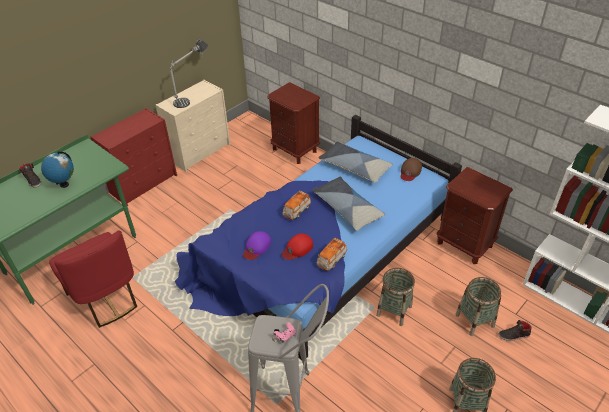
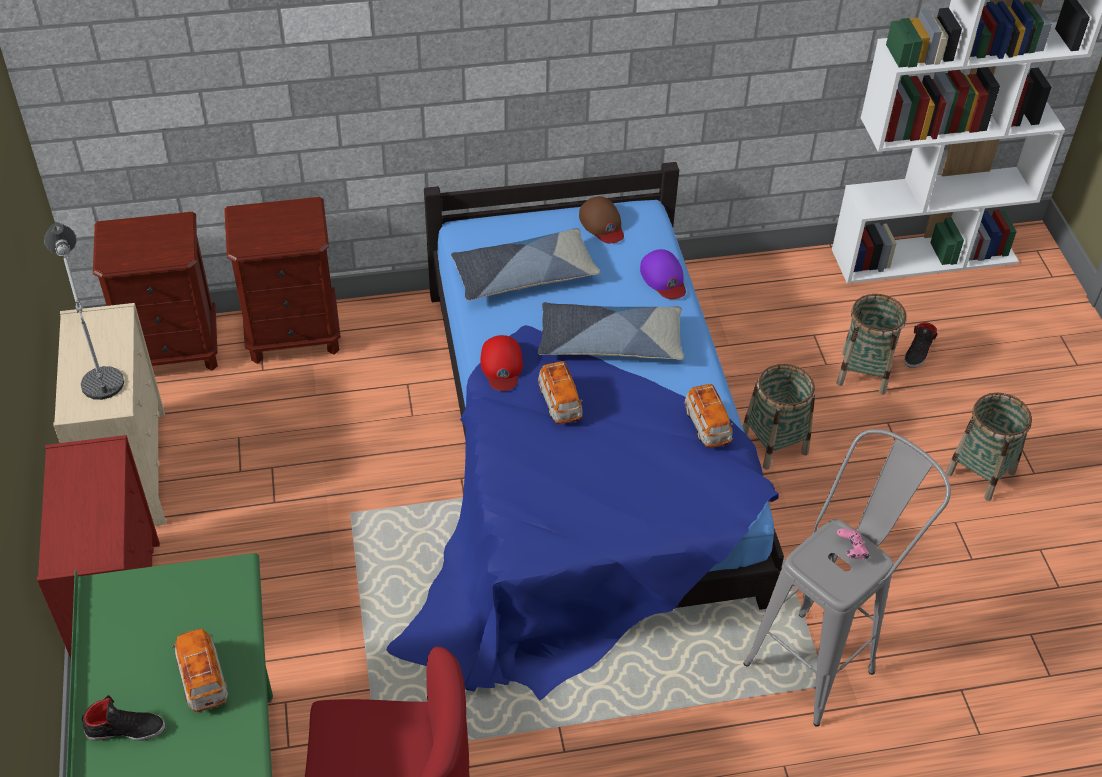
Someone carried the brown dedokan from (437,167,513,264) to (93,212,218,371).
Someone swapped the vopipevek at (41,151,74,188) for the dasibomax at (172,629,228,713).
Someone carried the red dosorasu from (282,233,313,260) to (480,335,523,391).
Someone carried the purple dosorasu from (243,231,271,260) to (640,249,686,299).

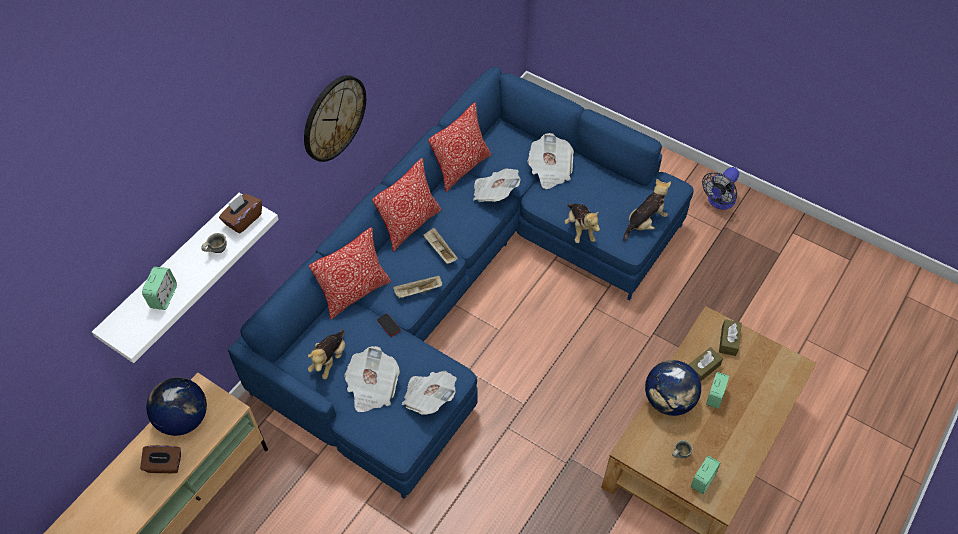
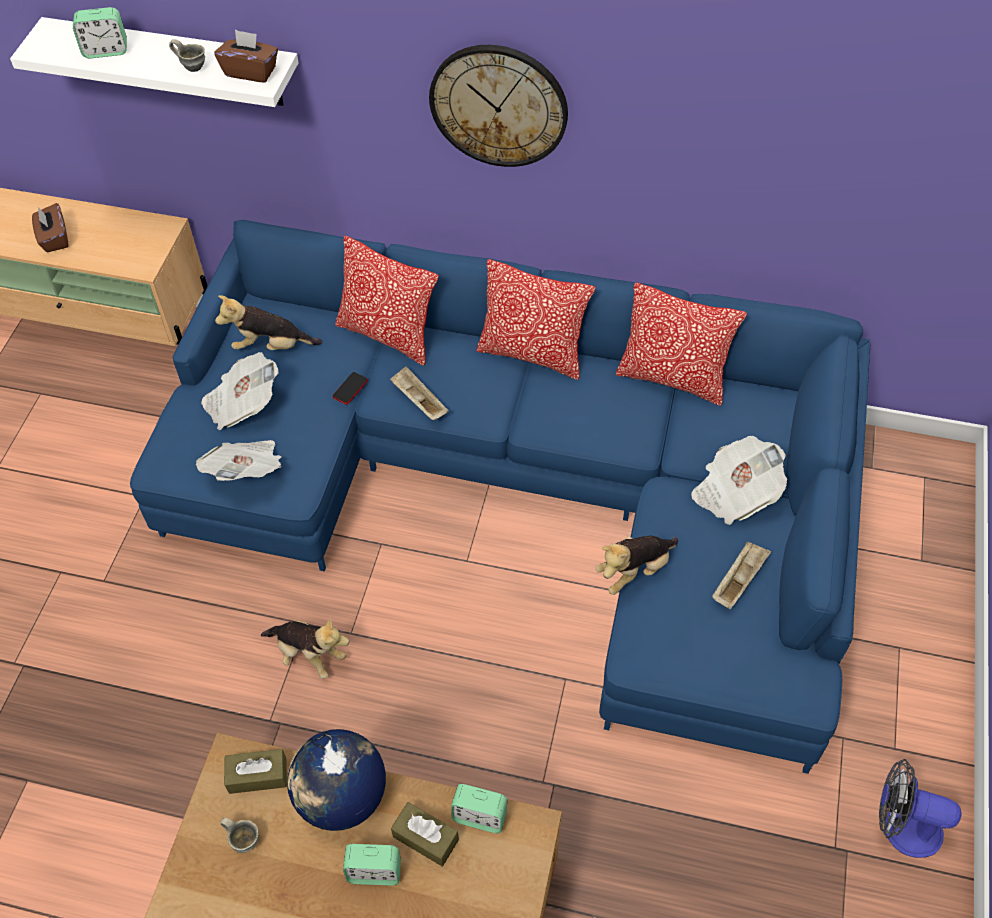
Someone carried the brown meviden from (719,319,742,356) to (224,749,287,794).
Someone carried the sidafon from (623,179,671,242) to (261,617,349,679).
Someone carried the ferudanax from (691,456,720,494) to (451,784,507,833).
Someone carried the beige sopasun from (423,228,458,264) to (712,541,771,609).
Someone took away the vopipevek at (146,377,207,436).
Someone took away the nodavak at (473,168,521,202).

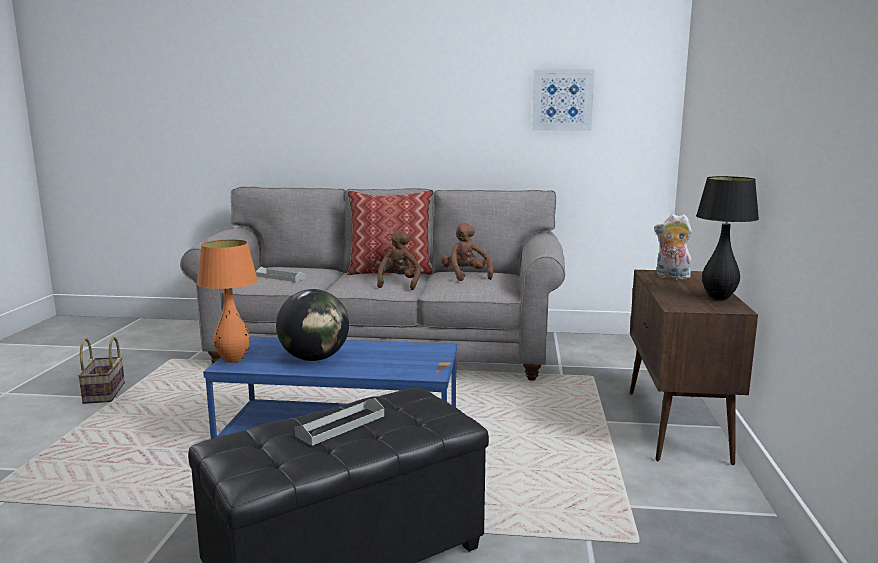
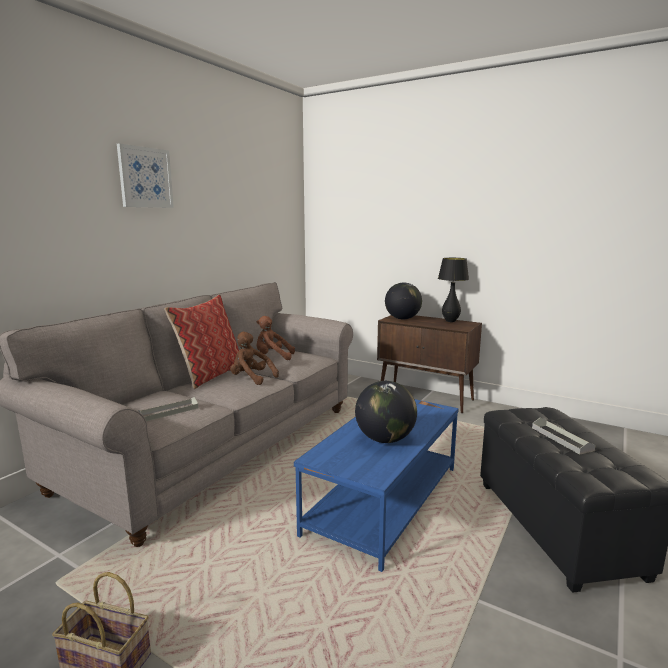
Someone carried the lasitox from (532,69,594,130) to (117,143,174,208).
Someone swapped the sidafon at (654,214,692,279) for the vopipevek at (385,283,422,320).
Someone took away the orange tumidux at (197,239,258,363).

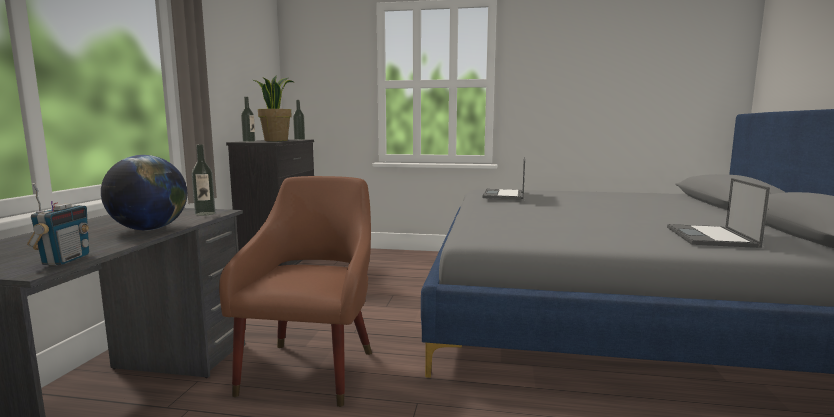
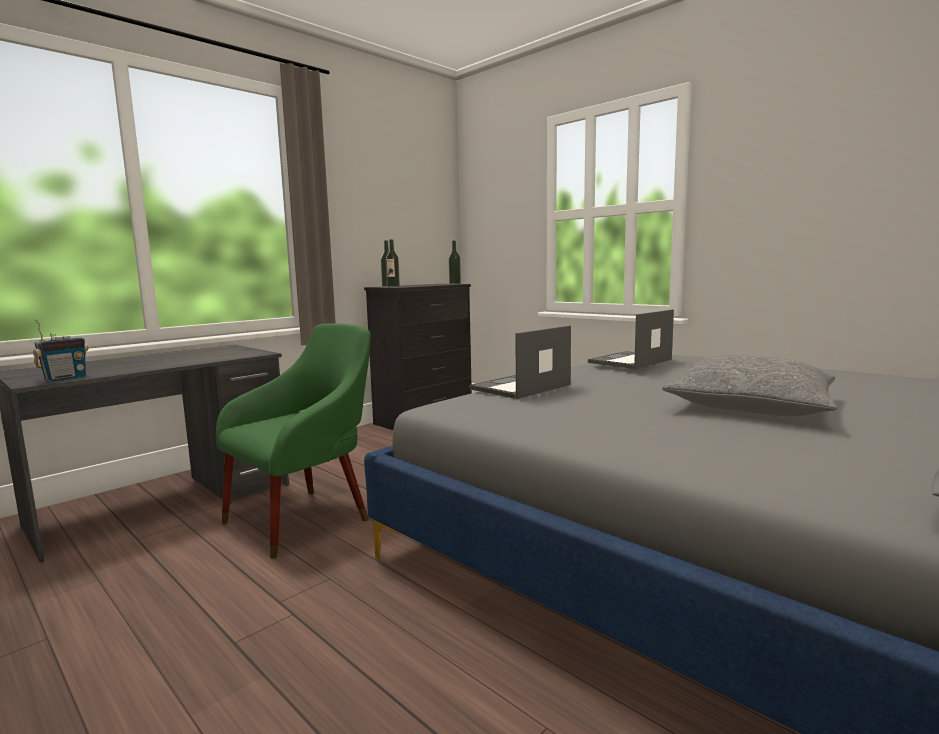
Someone repainted the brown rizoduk at (219,176,372,407), which became the green rizoduk at (216,323,371,559).
Someone carried the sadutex from (192,144,215,216) to (386,239,400,287).
Someone carried the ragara from (667,178,770,248) to (469,325,571,399).
Someone put down the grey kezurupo at (662,355,837,416).
Someone took away the vopipevek at (101,155,187,231).
Someone took away the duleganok at (254,75,294,141).

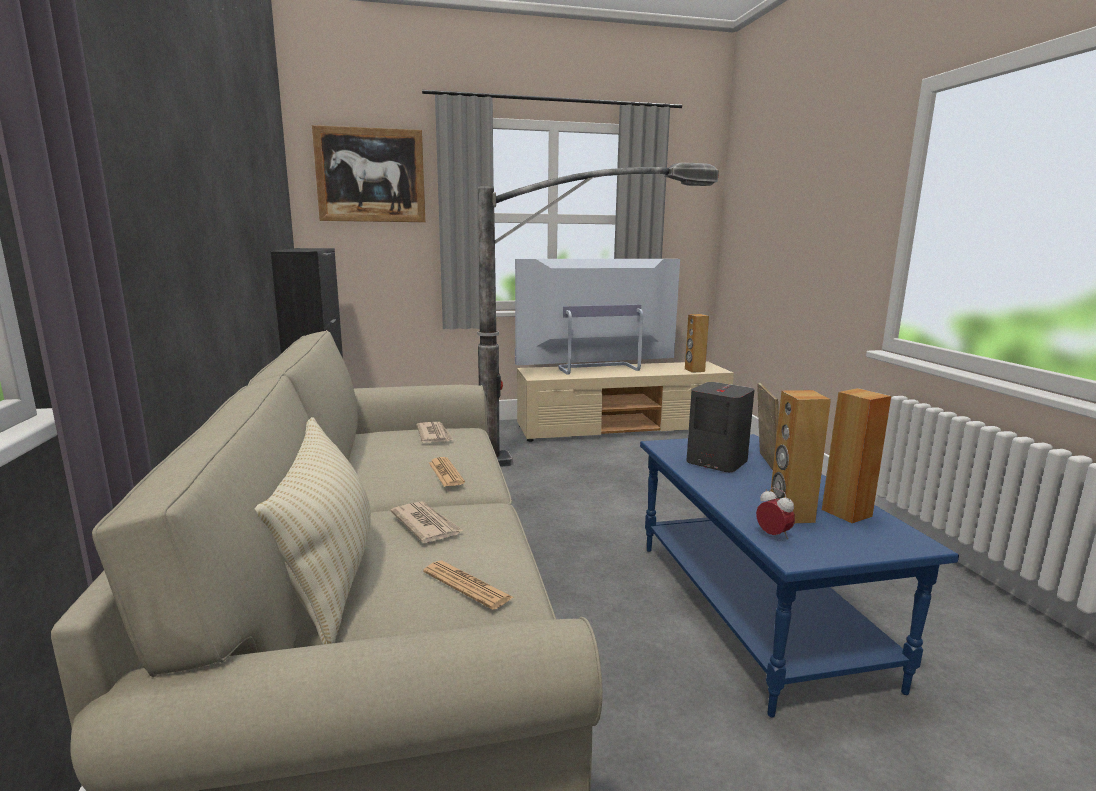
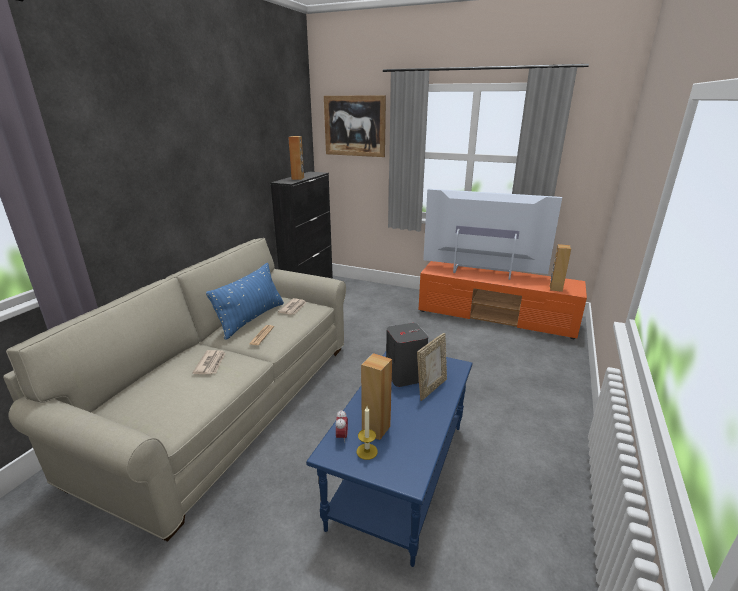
Someone put down the blue kezurupo at (206,263,284,340).
Someone carried the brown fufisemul from (822,388,891,523) to (288,136,304,180).
Someone put down the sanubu at (357,407,378,460).
Someone repainted the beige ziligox at (517,361,734,442), which became the orange ziligox at (419,261,587,339).
Someone took away the beige kezurupo at (255,417,371,645).
Someone took away the nodavak at (423,561,514,610).
Someone took away the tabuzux at (477,163,719,467).

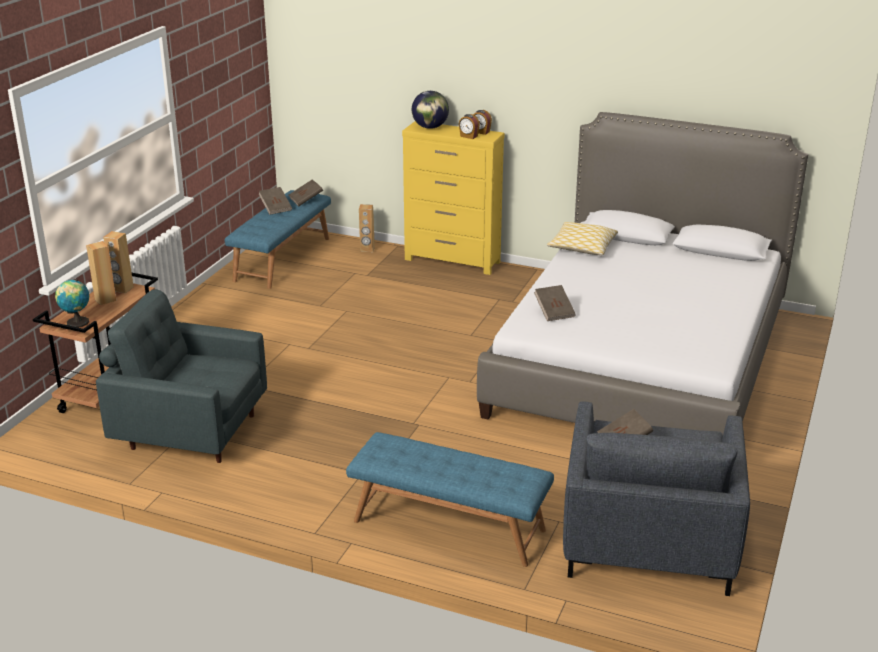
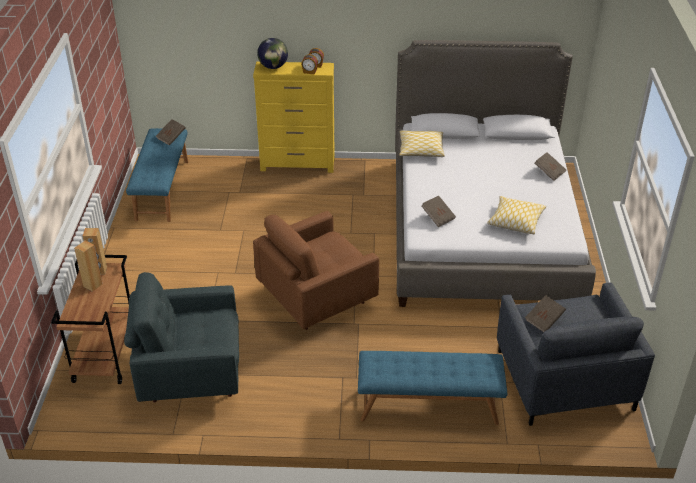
Someone put down the brown rizoduk at (253,211,379,330).
Someone put down the kezurupo at (487,196,546,234).
Someone carried the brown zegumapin from (259,187,292,215) to (535,152,566,181).
Someone took away the vopipevek at (55,279,89,327).
Someone took away the brown fufisemul at (359,204,375,252).

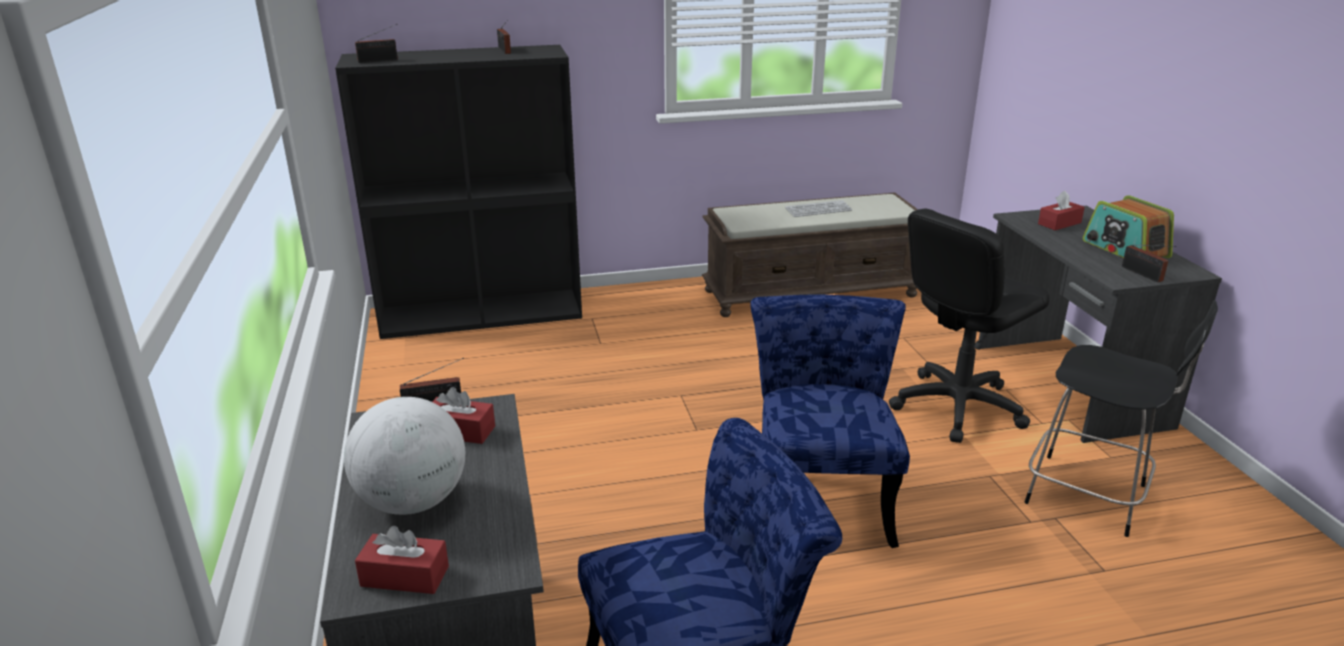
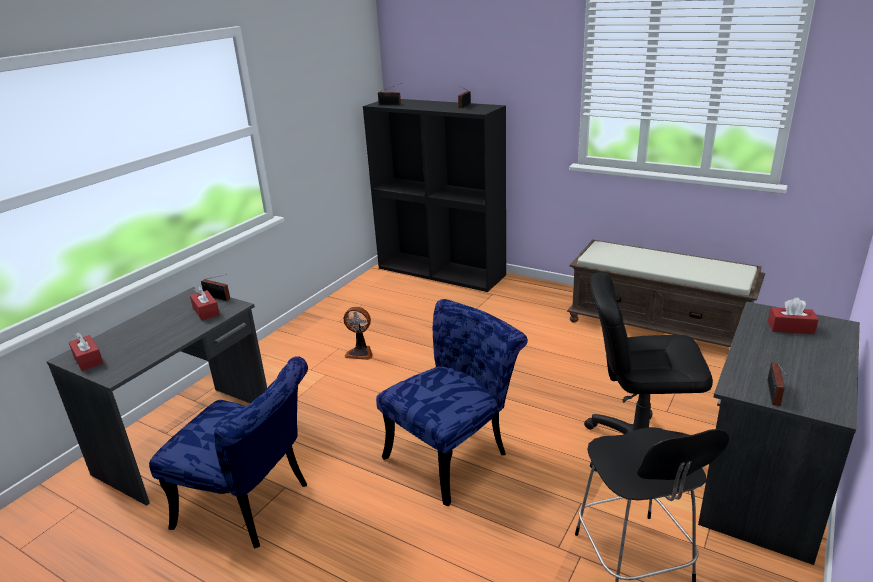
Someone put down the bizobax at (343,307,372,360).
Someone took away the vopipevek at (344,397,465,515).
Someone took away the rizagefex at (785,200,852,217).
Someone took away the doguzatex at (1083,195,1174,258).

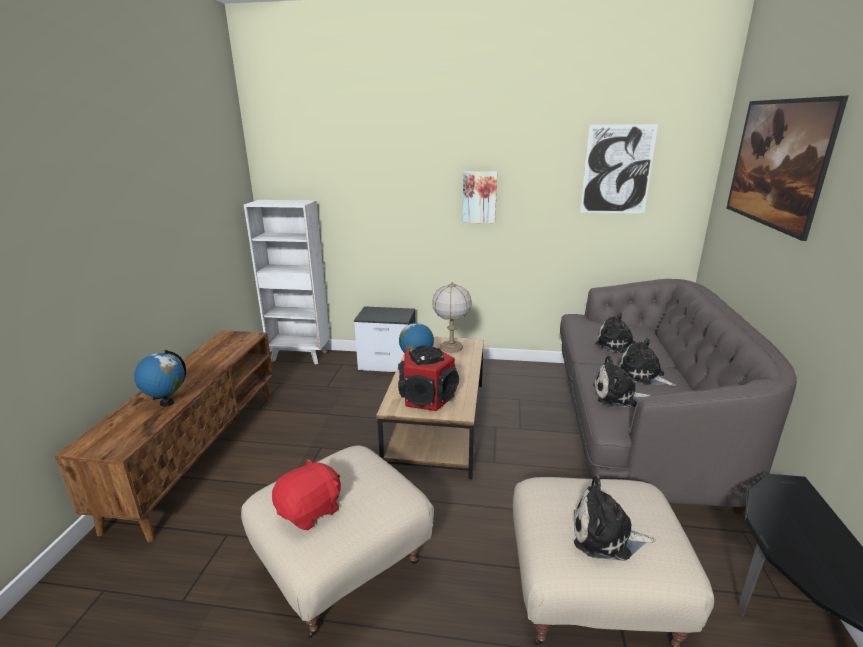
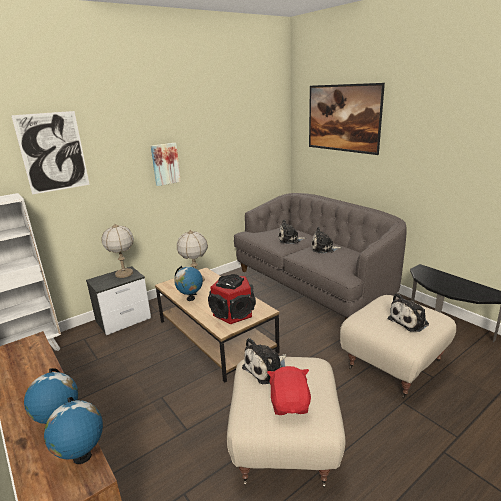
Someone carried the lasitox from (580,124,658,213) to (11,111,90,194).
Someone put down the vopipevek at (44,397,103,464).
Someone put down the tumidux at (102,224,134,278).
Someone carried the sidafon from (593,356,651,407) to (242,338,287,384).

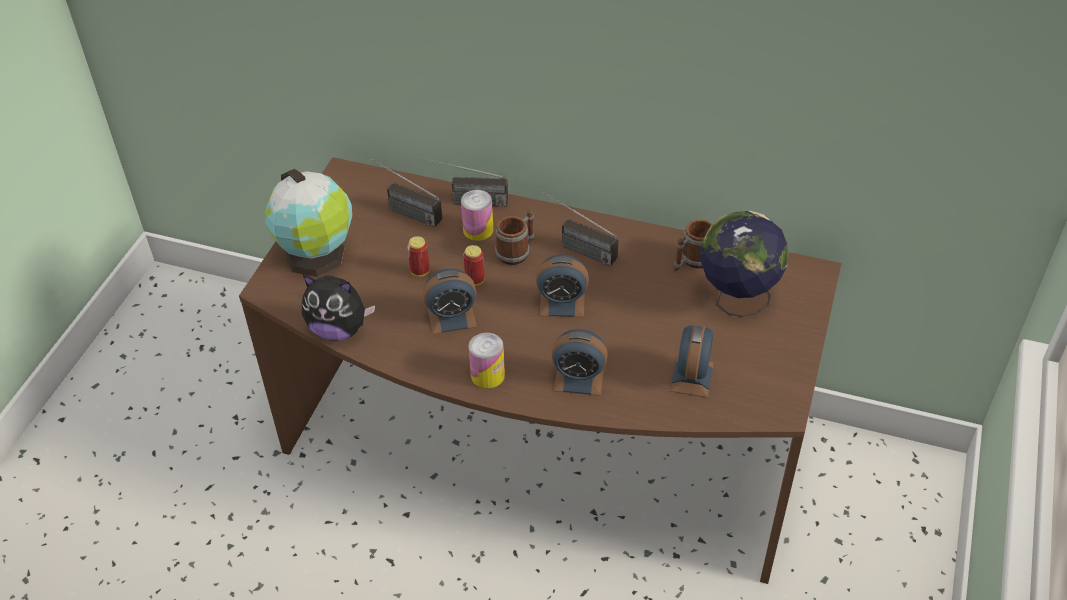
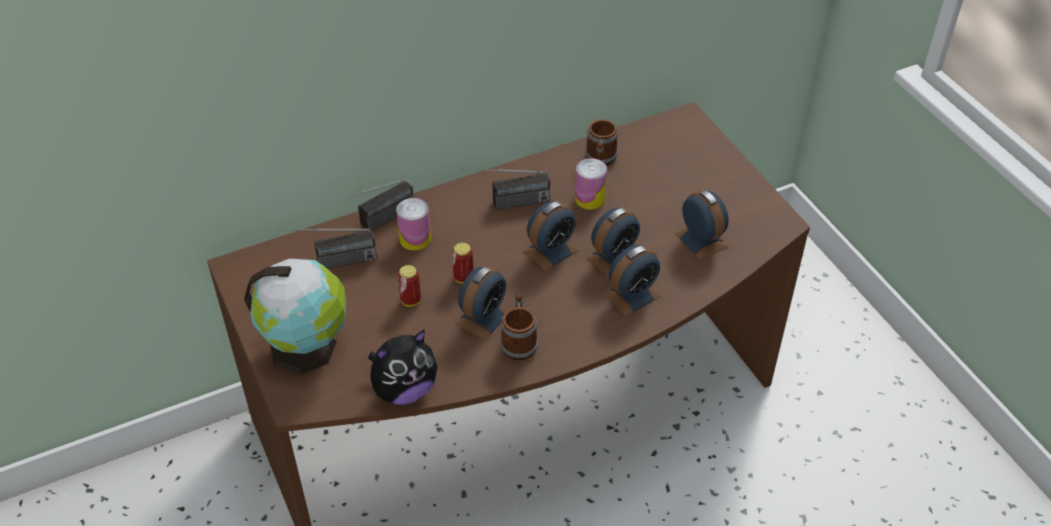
Someone carried the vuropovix from (495,210,534,265) to (500,294,538,360).
Someone carried the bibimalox from (469,333,505,389) to (575,158,607,210).
Someone put down the ferudanax at (586,208,640,277).
Someone took away the vopipevek at (699,211,789,317).

